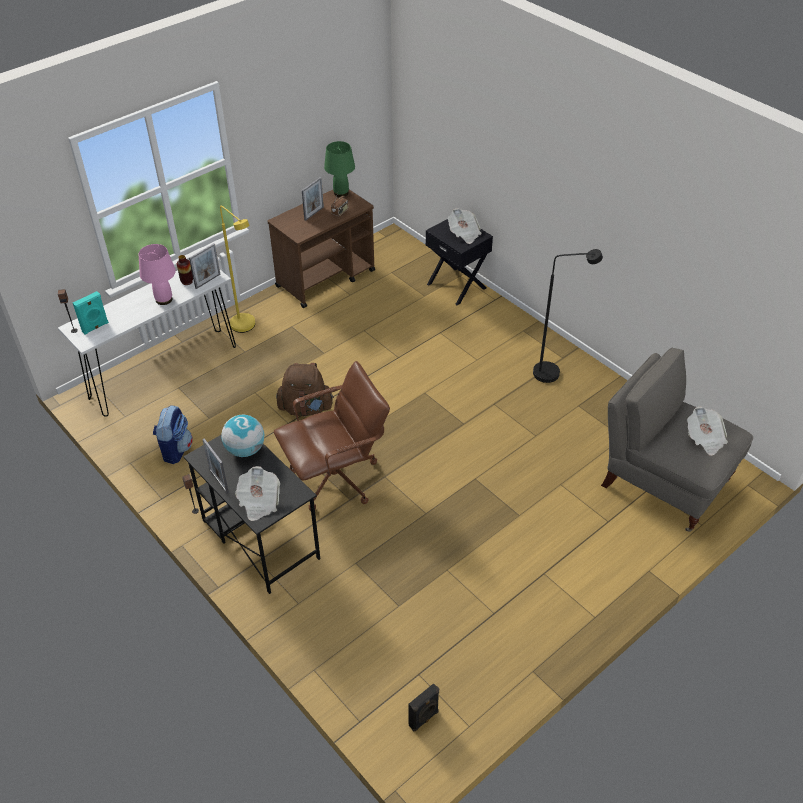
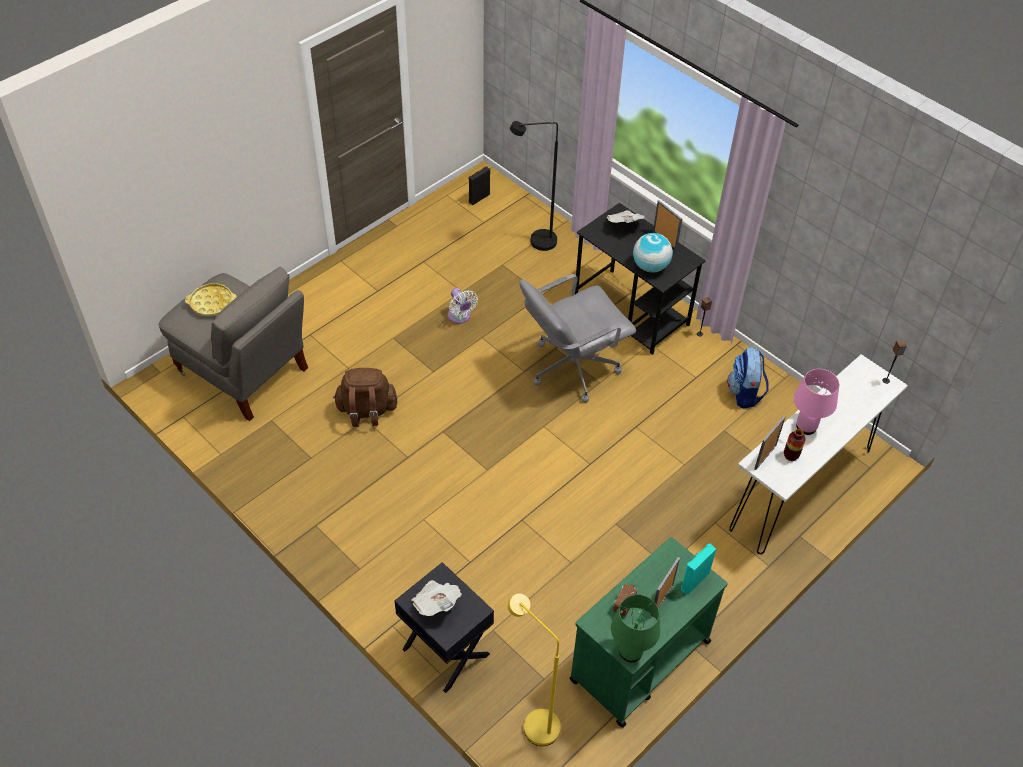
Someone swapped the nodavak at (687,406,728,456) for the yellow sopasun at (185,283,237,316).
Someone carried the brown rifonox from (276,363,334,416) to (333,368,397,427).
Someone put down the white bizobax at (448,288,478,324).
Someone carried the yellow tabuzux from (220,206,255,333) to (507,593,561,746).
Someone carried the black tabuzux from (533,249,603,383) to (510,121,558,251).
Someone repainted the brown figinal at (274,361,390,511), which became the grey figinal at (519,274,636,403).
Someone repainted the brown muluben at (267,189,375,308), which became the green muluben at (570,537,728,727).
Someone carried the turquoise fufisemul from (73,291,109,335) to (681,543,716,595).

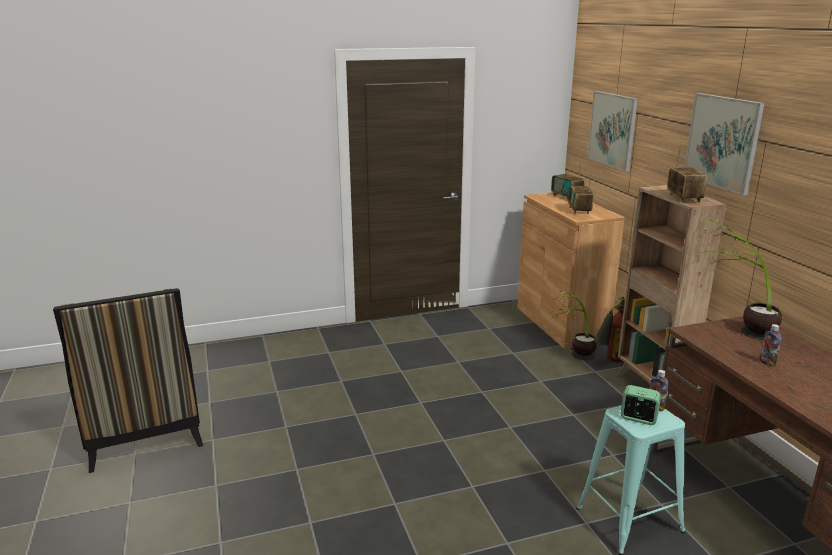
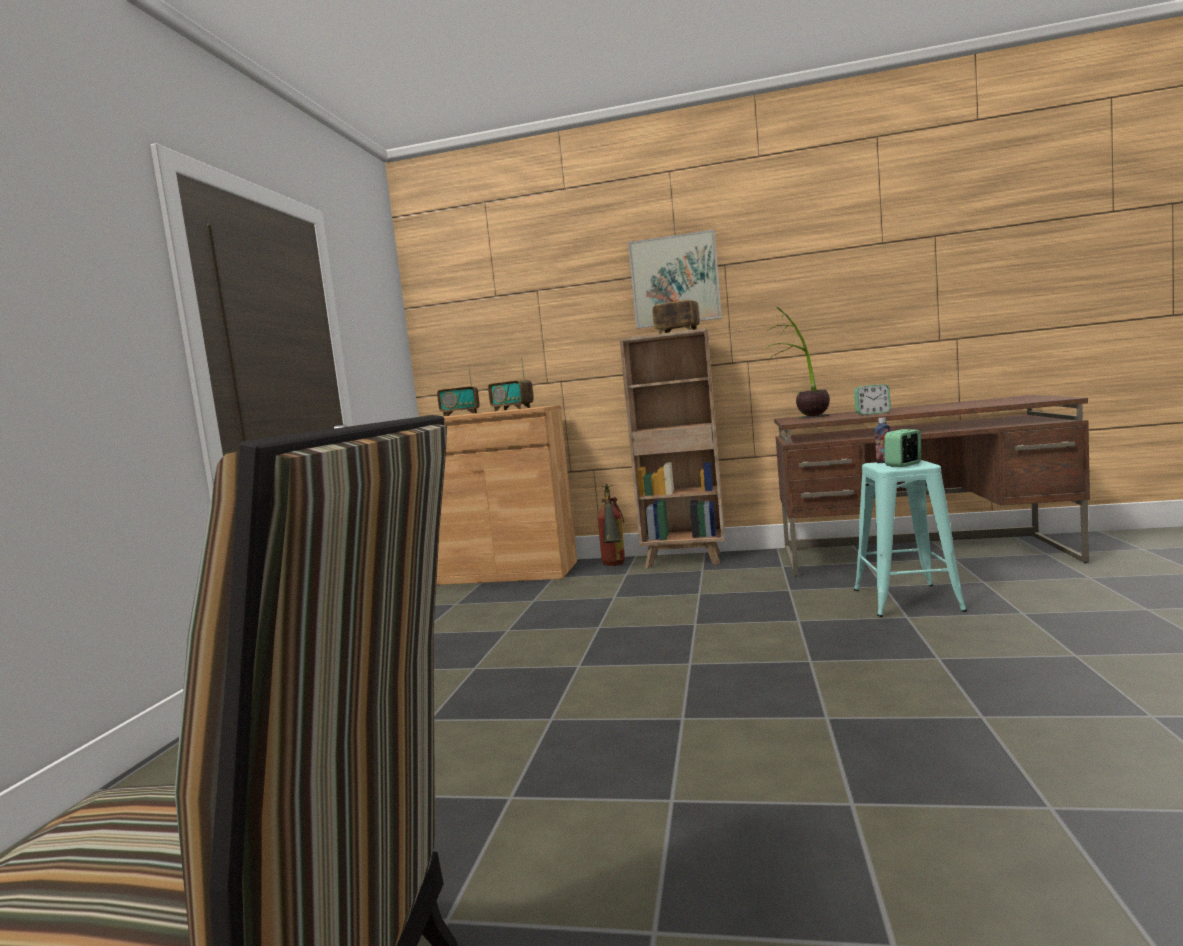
Someone swapped the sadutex at (760,324,781,367) for the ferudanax at (854,384,891,415).
Someone took away the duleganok at (547,291,597,360).
Someone took away the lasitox at (587,91,638,172).

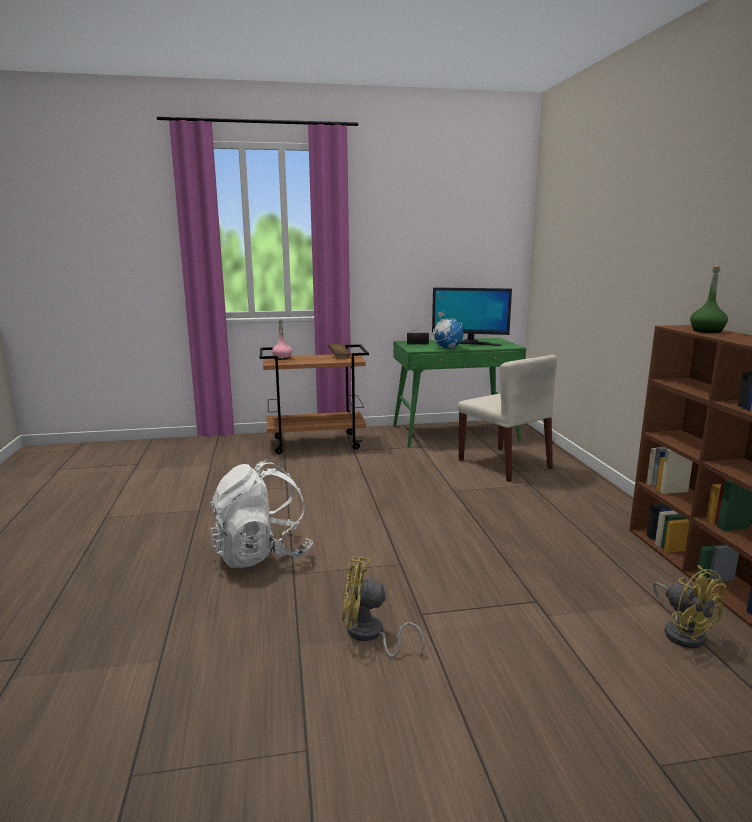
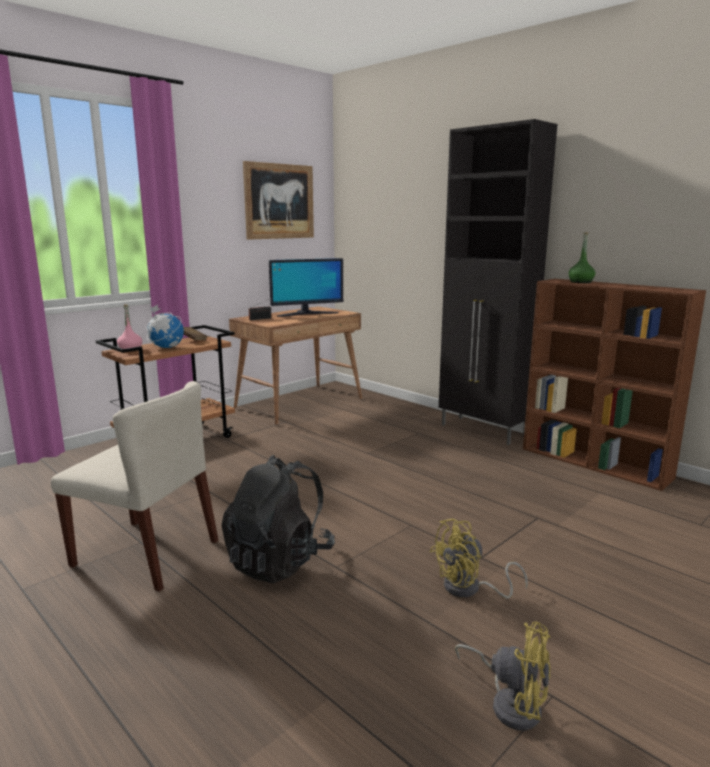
Someone carried the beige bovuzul from (458,355,557,482) to (51,381,218,592).
Someone carried the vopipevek from (433,311,464,349) to (146,305,184,348).
Someone repainted the white rifonox at (210,460,313,568), which became the black rifonox at (221,455,335,583).
Someone repainted the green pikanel at (393,338,526,448), which became the brown pikanel at (229,306,362,425).
Someone put up the lasitox at (243,161,314,240).
Someone put down the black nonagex at (439,119,557,445).
Someone carried the yellow bizobax from (653,565,726,648) to (455,621,550,731).

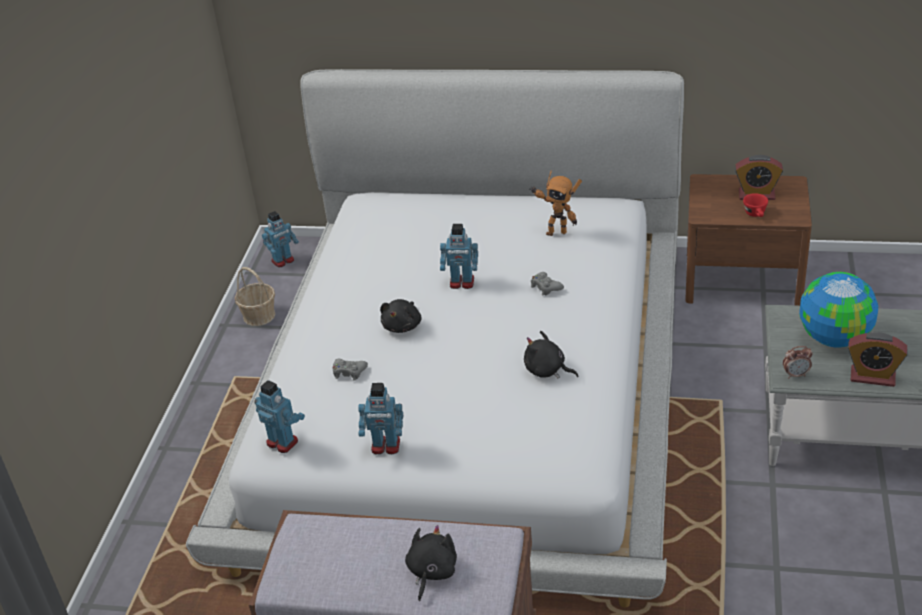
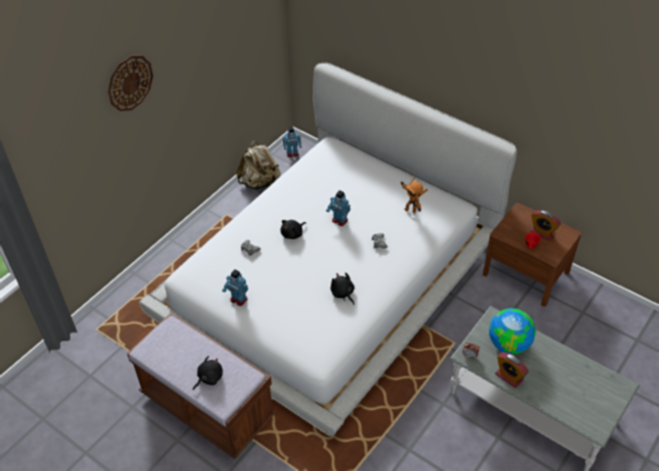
Someone put up the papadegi at (108,56,153,111).
Someone swapped the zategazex at (235,267,275,326) for the beige rifonox at (236,140,281,189).
Someone took away the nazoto at (254,380,305,453).

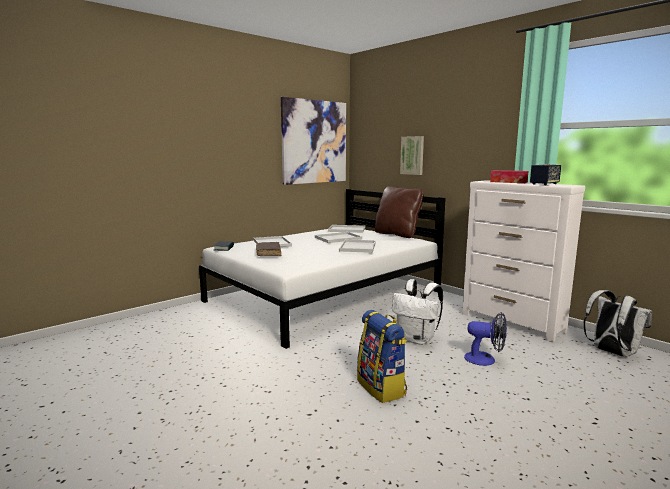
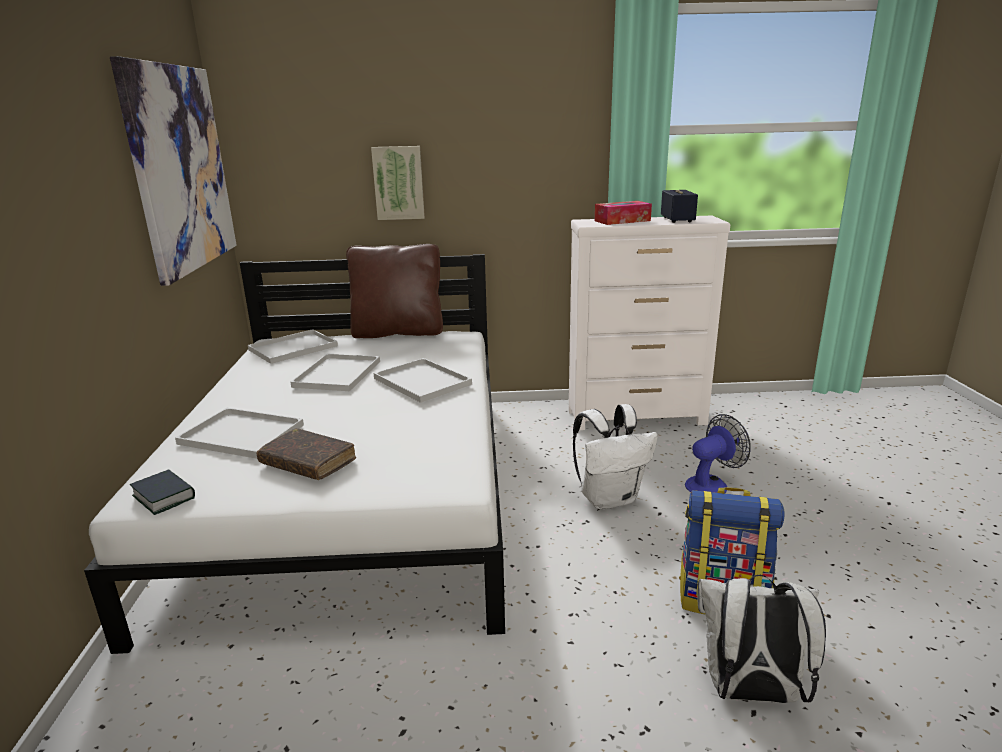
Someone carried the white rifonox from (584,290,652,357) to (697,575,826,703).

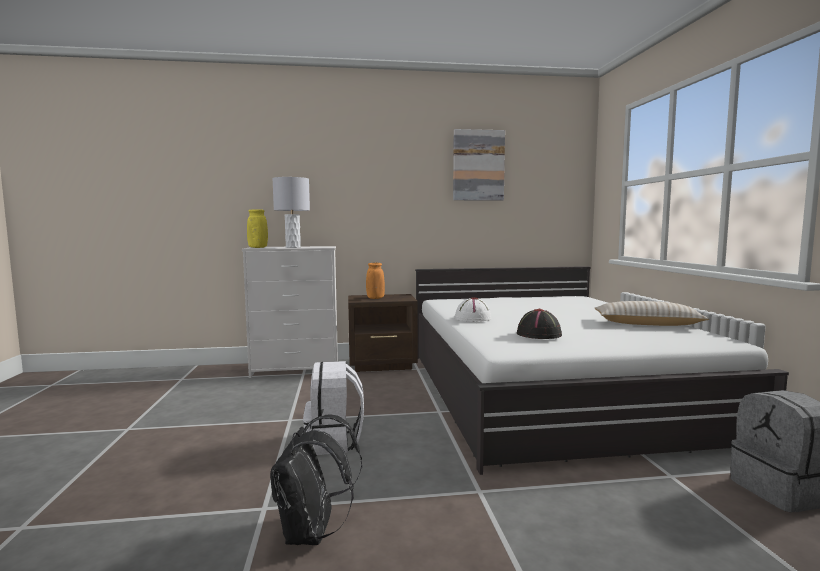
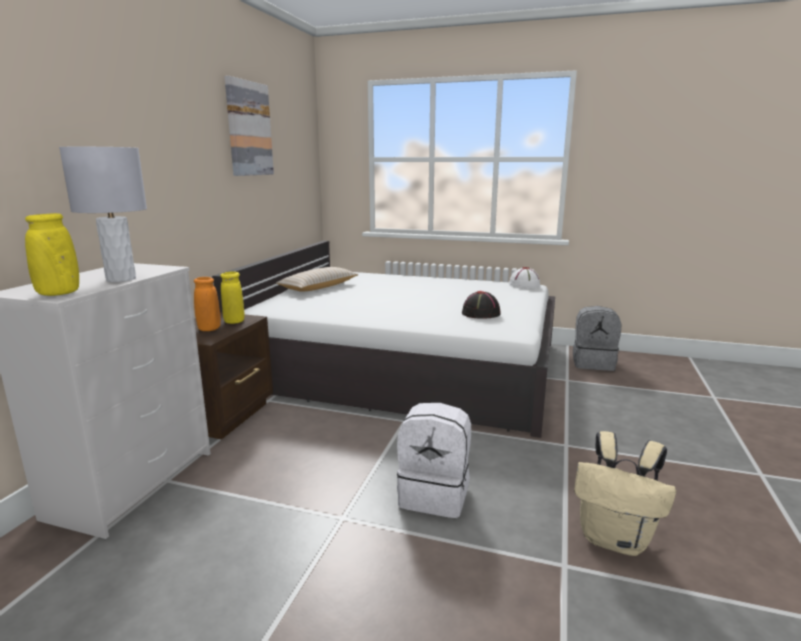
Someone put down the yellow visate at (220,271,244,324).
Someone carried the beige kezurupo from (595,301,709,326) to (276,267,359,292).
Someone carried the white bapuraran from (454,297,491,322) to (509,267,540,289).
Someone repainted the black rifonox at (270,415,362,545), which became the beige rifonox at (574,431,676,556).

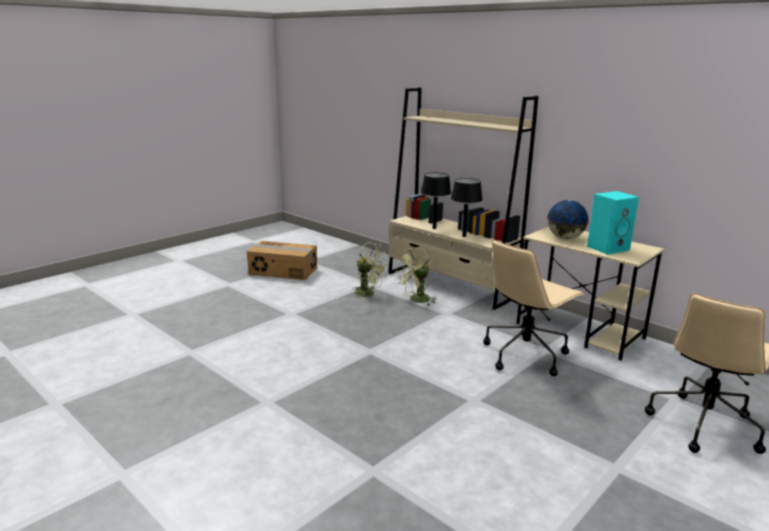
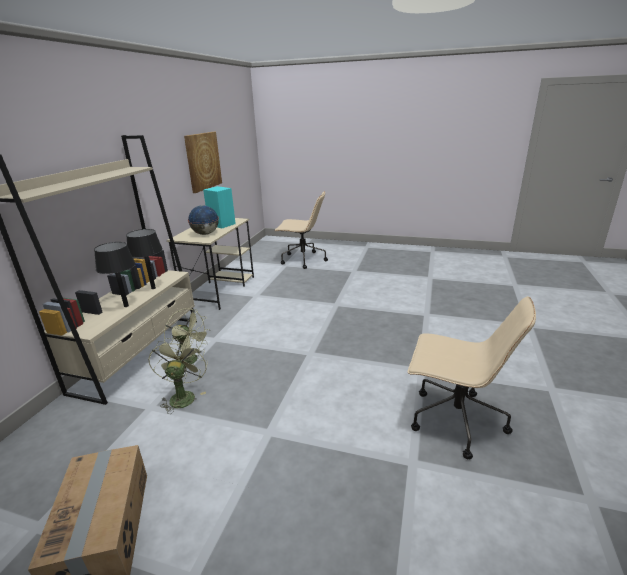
Someone put up the lasitox at (184,132,222,193).
Someone carried the beige figinal from (484,240,584,376) to (407,296,536,459).

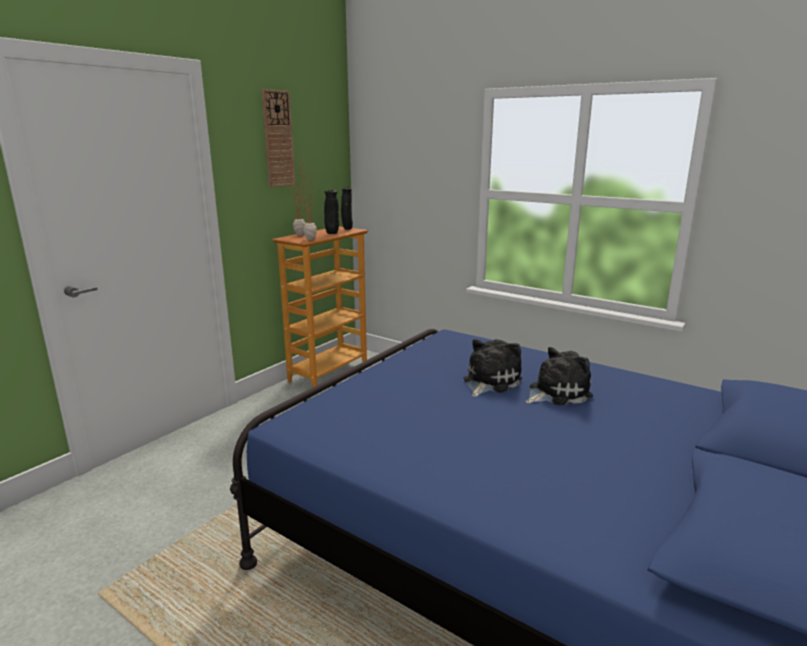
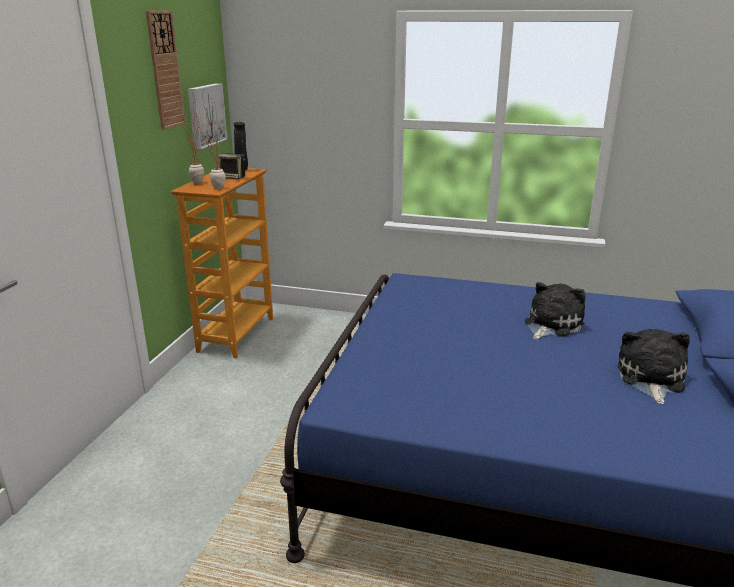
Someone put up the lasitox at (188,83,227,150).
Someone swapped the black visate at (324,190,339,234) for the fufisemul at (218,153,246,179).
Someone carried the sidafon from (463,339,522,397) to (617,329,690,404).

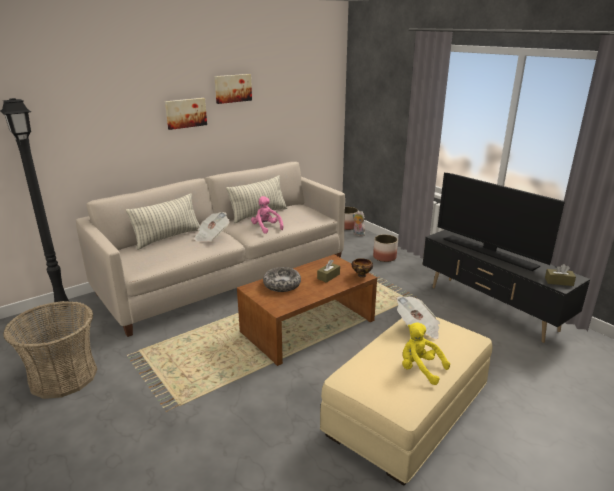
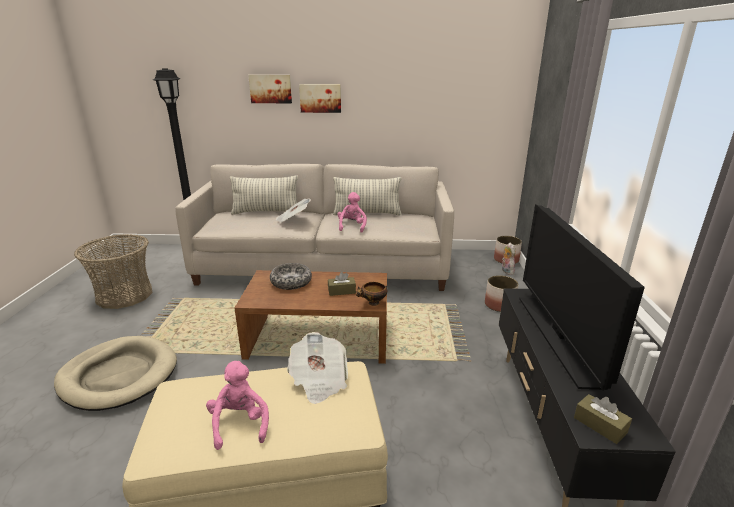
Someone put down the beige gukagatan at (54,336,177,411).
Someone repainted the yellow sidafon at (402,322,450,385), which became the pink sidafon at (206,361,269,450).
Someone carried the lasitox from (214,74,252,104) to (248,75,292,103).

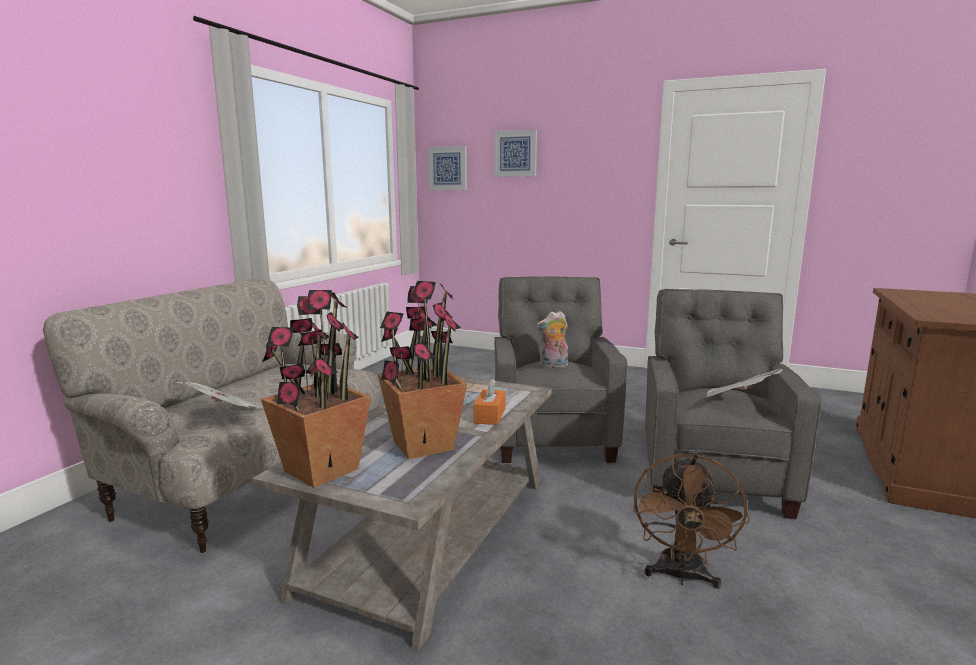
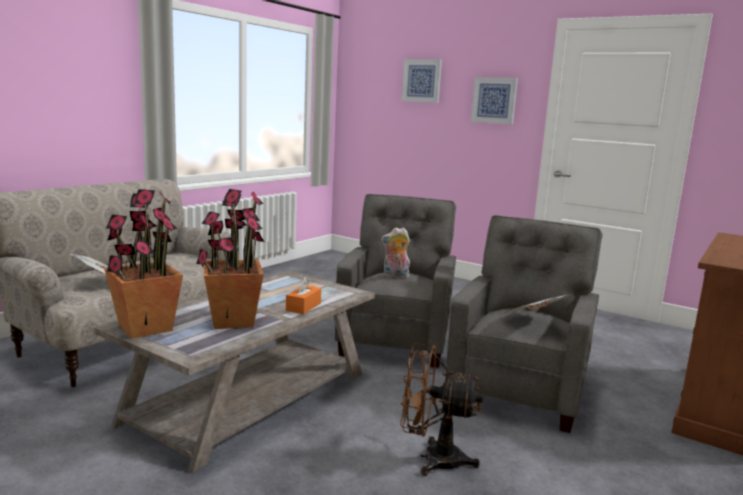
Someone rotated the brown bizobax at (633,454,750,589) by 75 degrees clockwise.
Someone carried the lasitox from (428,146,467,190) to (471,77,518,124).

